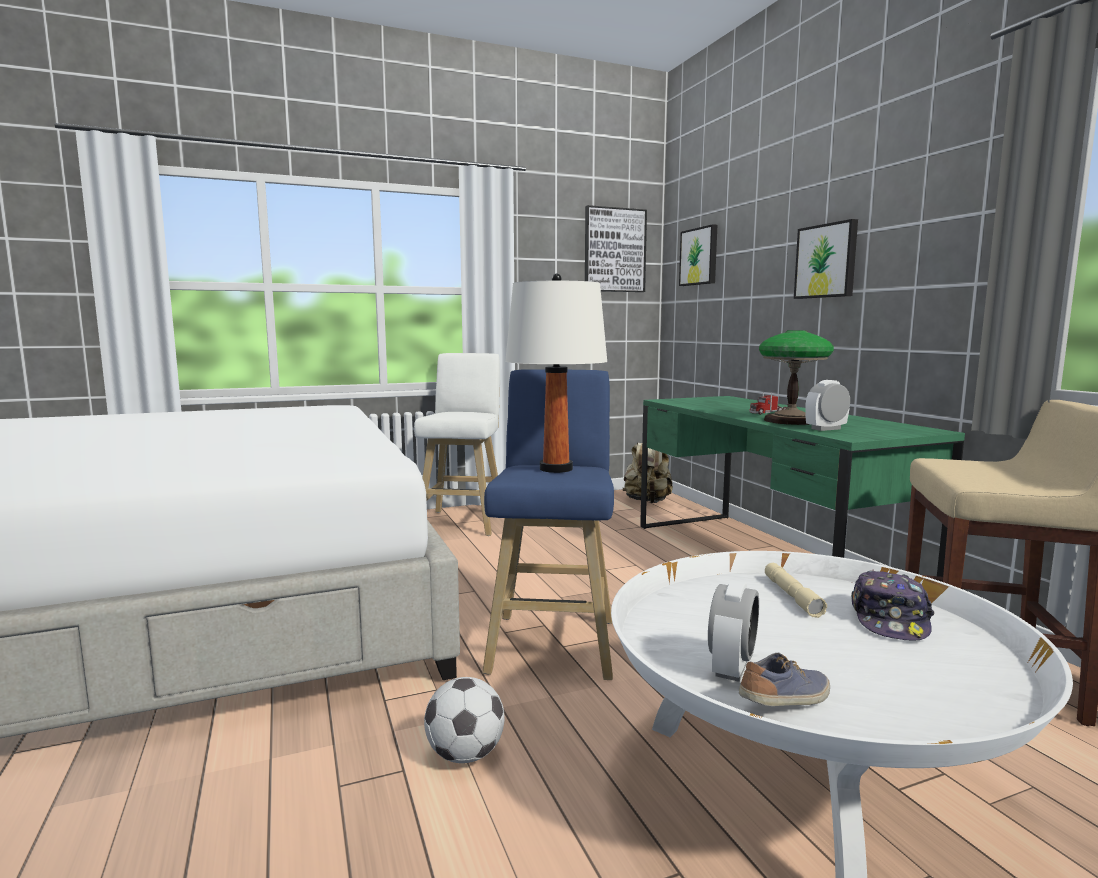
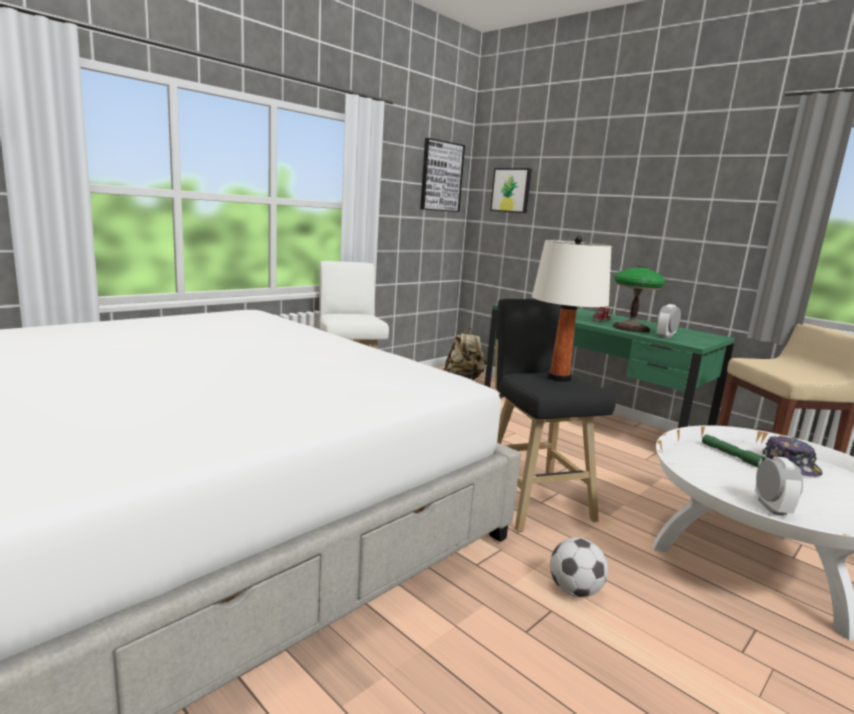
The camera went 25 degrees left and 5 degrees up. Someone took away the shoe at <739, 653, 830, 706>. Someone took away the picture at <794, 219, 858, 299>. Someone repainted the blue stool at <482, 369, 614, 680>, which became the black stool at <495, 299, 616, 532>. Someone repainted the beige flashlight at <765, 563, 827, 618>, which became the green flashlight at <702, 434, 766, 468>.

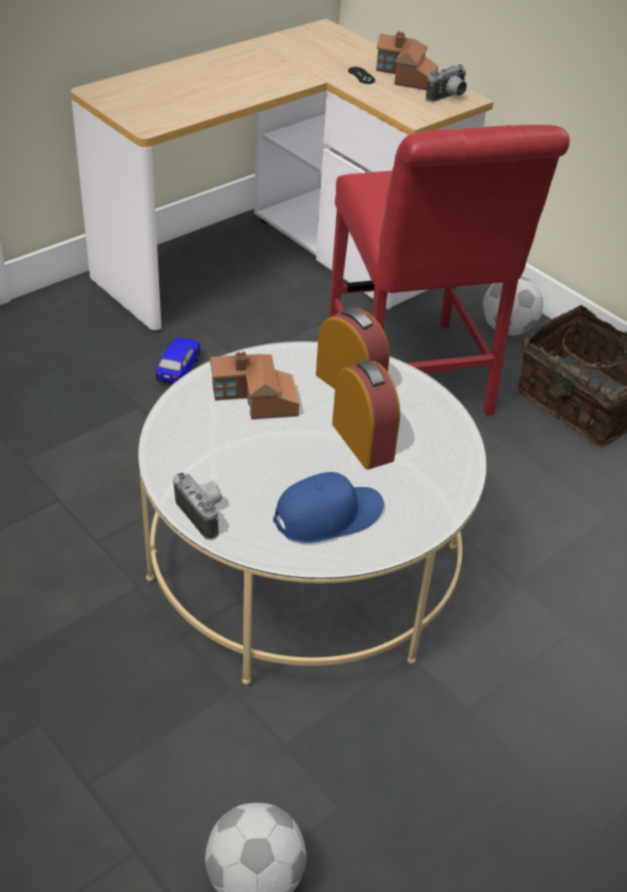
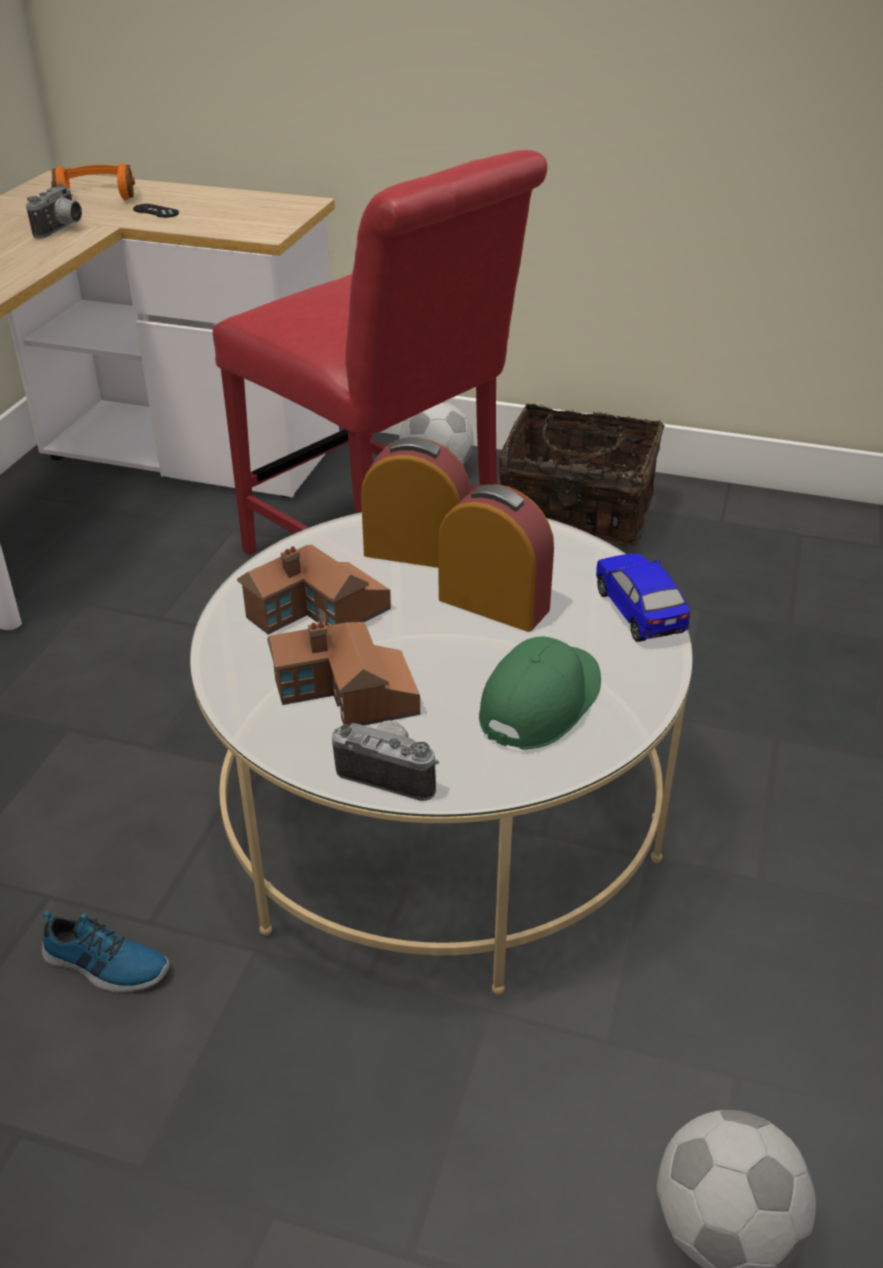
The camera went 30 degrees left and 5 degrees down. Someone put down the shoe at <42, 911, 169, 992>. Someone put down the orange headphones at <51, 163, 135, 200>. Someone carried the toy car from <156, 338, 200, 384> to <596, 553, 690, 642>. Someone carried the toy house from <376, 31, 438, 90> to <267, 621, 420, 726>. Someone carried the photo camera from <426, 64, 467, 102> to <26, 183, 82, 239>. Someone repainted the blue cap at <273, 472, 384, 543>, which became the green cap at <479, 636, 601, 749>.

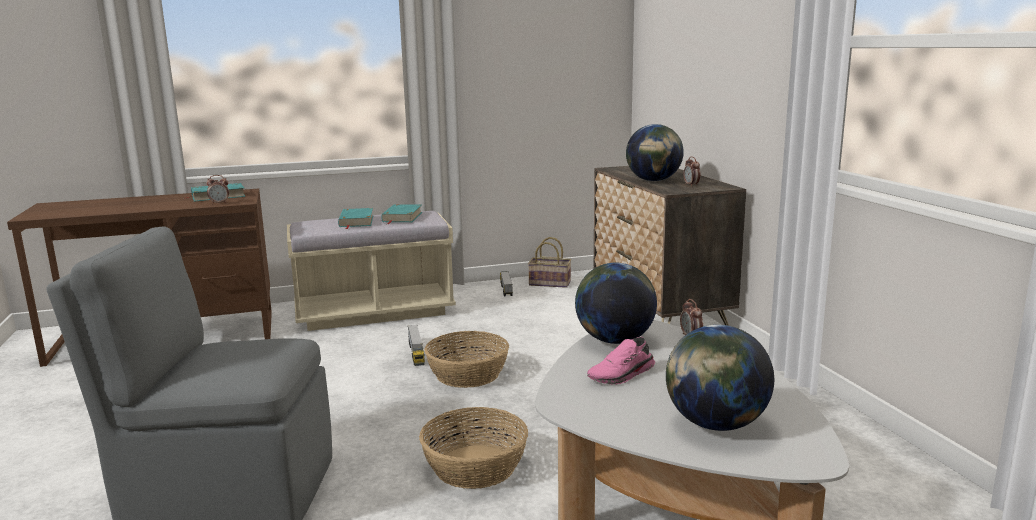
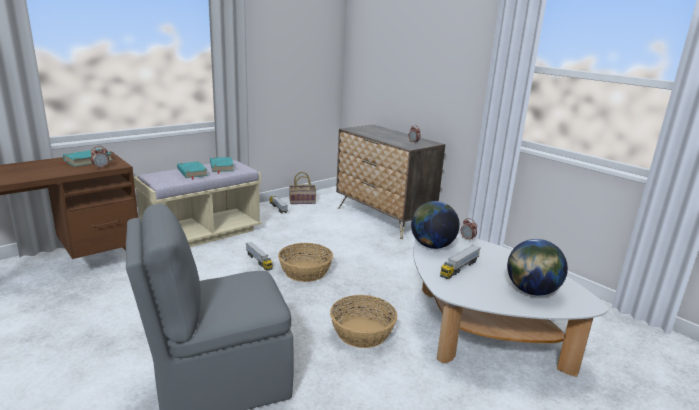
The camera went 25 degrees left and 5 degrees up. Someone took away the globe at <626, 124, 684, 181>. Someone swapped the pink shoe at <587, 337, 655, 385> for the toy truck at <440, 245, 481, 279>.

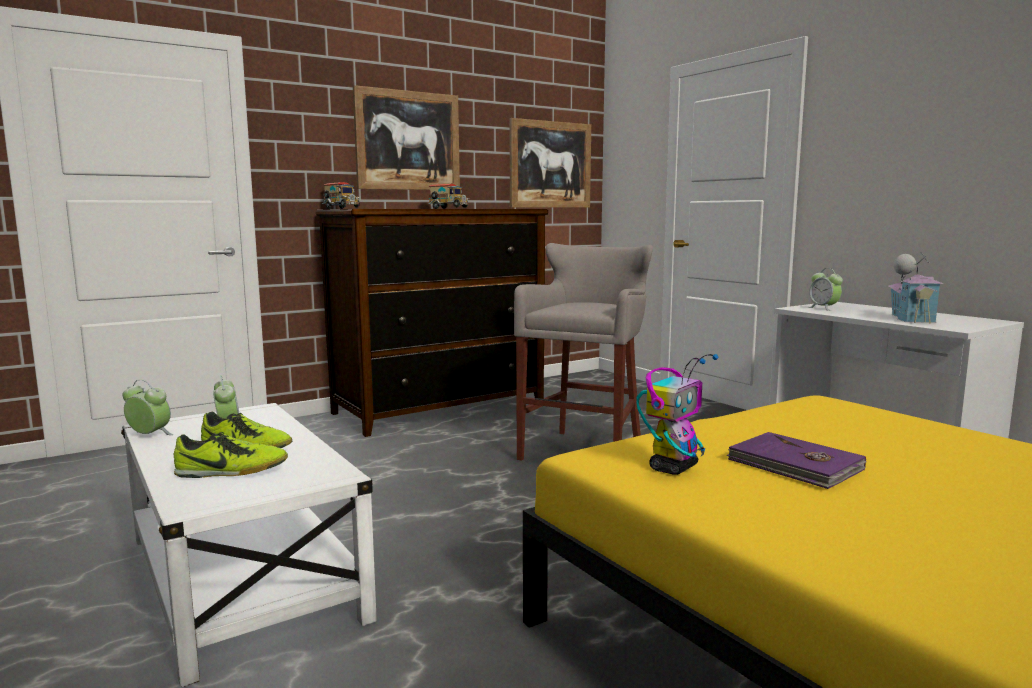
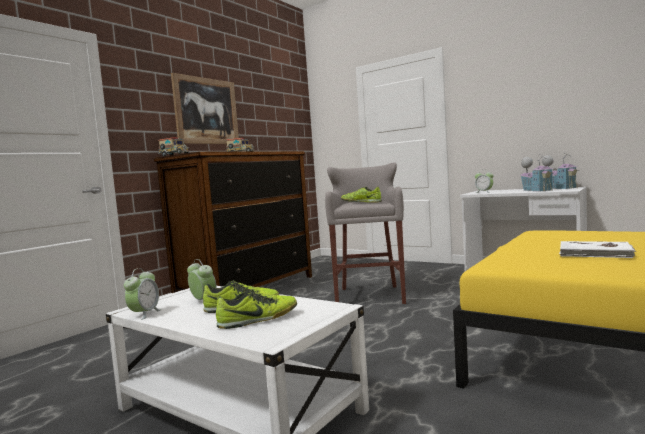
The camera went 20 degrees left and 5 degrees down. Someone took away the picture at <509, 118, 591, 208>. Someone took away the toy robot at <636, 354, 719, 475>. Someone put down the shoe at <341, 187, 382, 203>. Someone put down the toy house at <542, 152, 579, 189>. Someone repainted the purple book at <726, 432, 867, 489>, which became the white book at <559, 241, 636, 258>. Someone rotated the alarm clock at <122, 380, 174, 435> by 105 degrees clockwise.

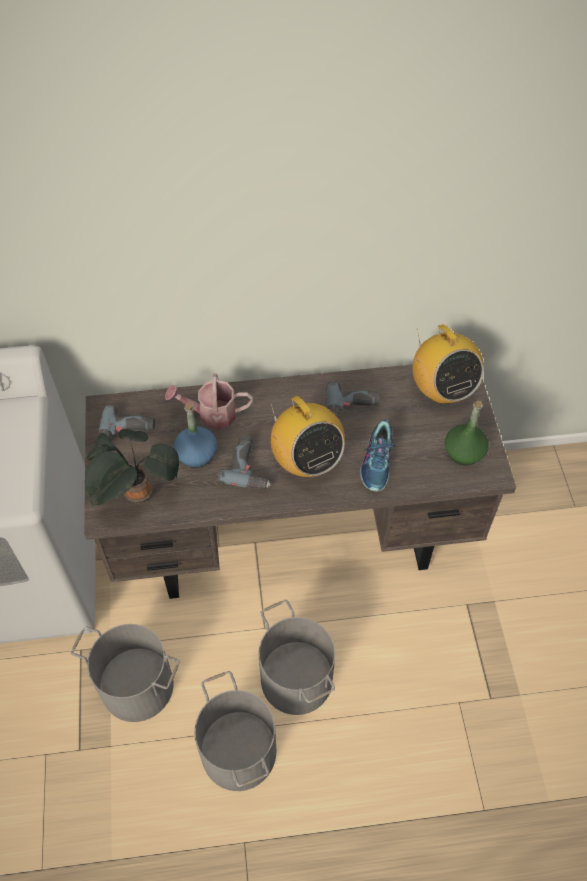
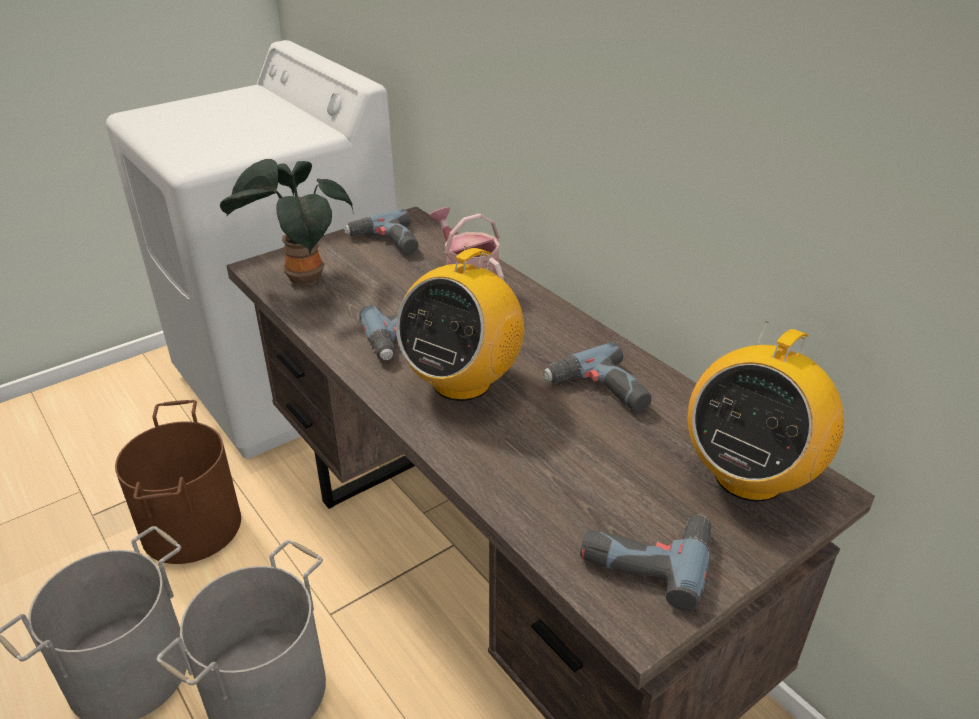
The camera went 60 degrees right and 20 degrees down. Someone took away the blue bottle at <174, 403, 217, 468>. Someone took away the shoe at <360, 419, 398, 492>. Someone swapped the green bottle at <445, 400, 489, 465> for the power drill at <580, 514, 712, 611>. Someone repainted the grey bucket at <71, 624, 180, 722>, which became the brown bucket at <115, 400, 241, 564>.

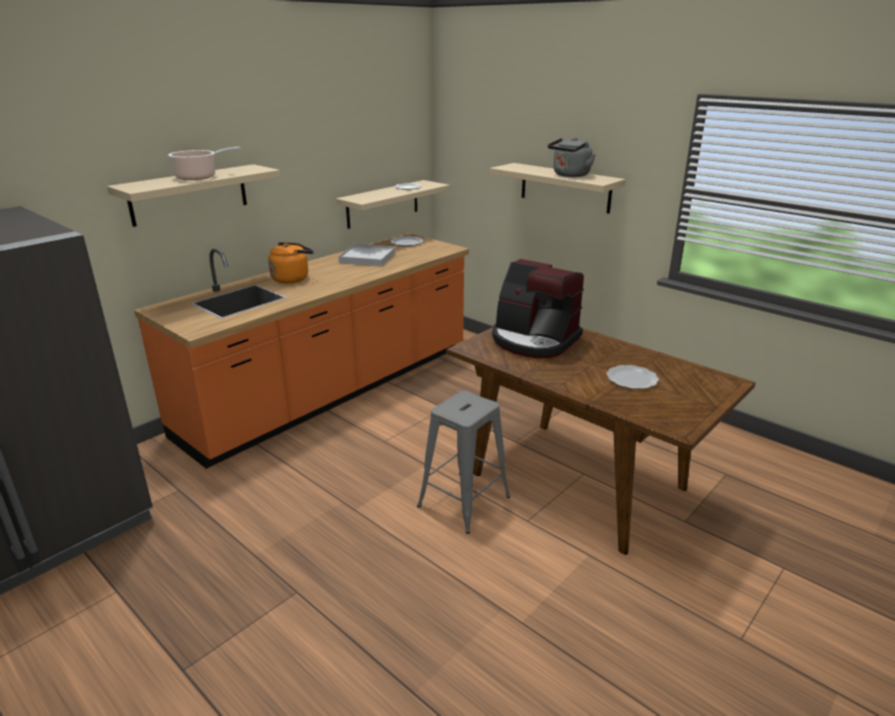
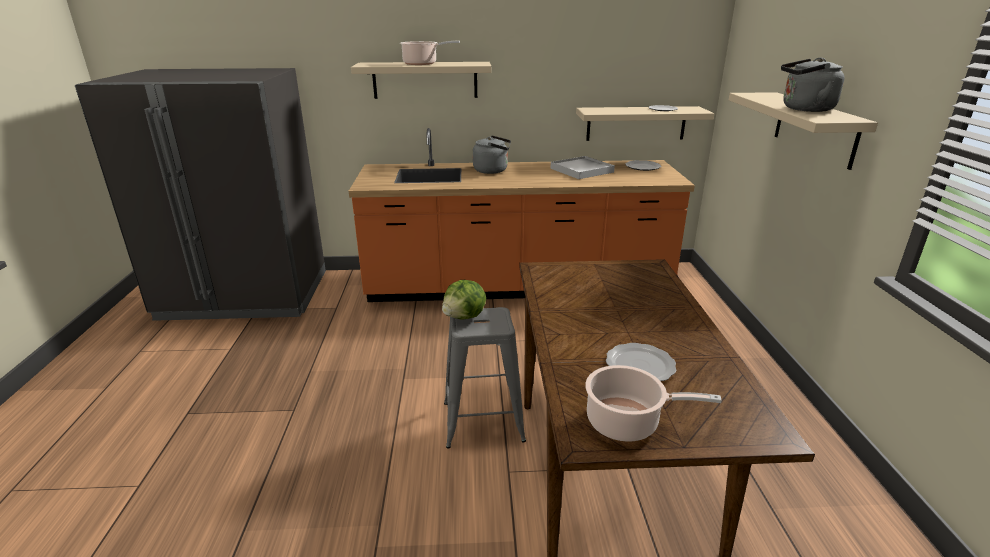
The camera went 45 degrees right and 0 degrees up. Someone took away the coffee machine at <492, 259, 584, 358>. Someone put down the lettuce at <442, 280, 486, 320>. Someone put down the cooking pot at <585, 365, 722, 442>. Someone repainted the orange kettle at <268, 242, 314, 284>, which became the grey kettle at <473, 136, 511, 174>.

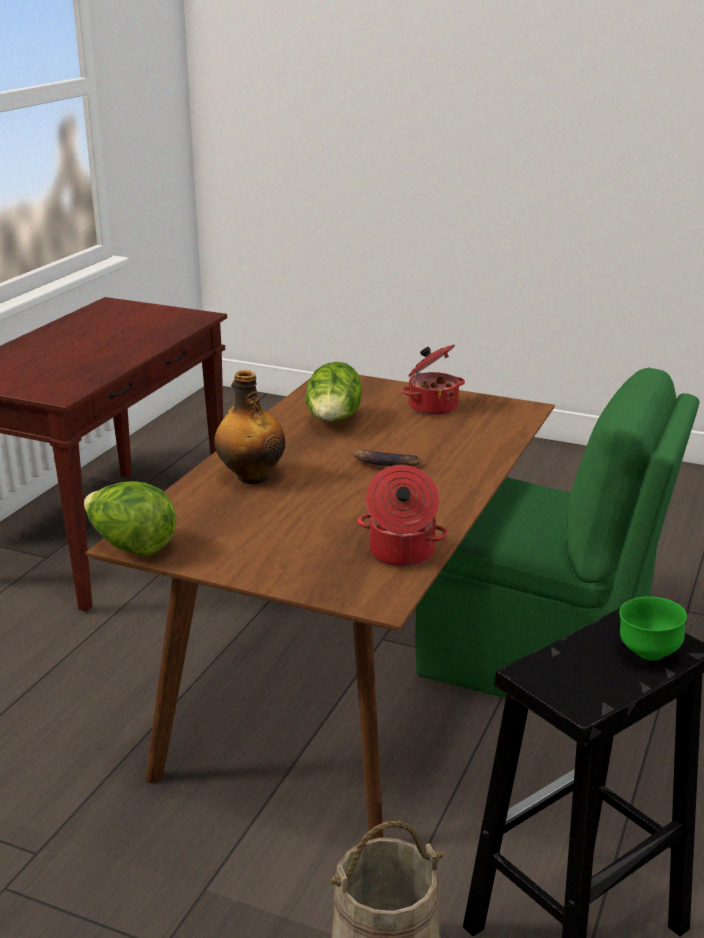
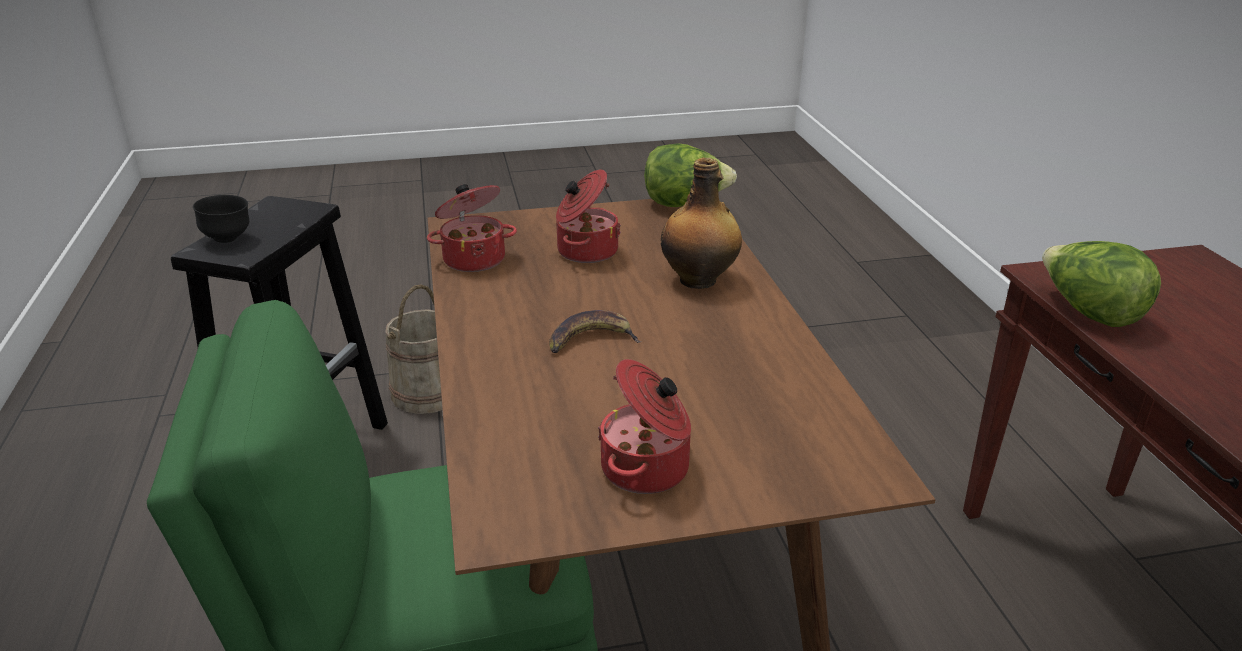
The camera went 145 degrees right and 5 degrees up. Someone put down the cooking pot at <556, 169, 621, 263>. Someone carried the lettuce from <305, 361, 362, 422> to <1042, 241, 1161, 327>. Someone repainted the green bowl at <619, 597, 687, 660>, which became the black bowl at <193, 195, 249, 243>.

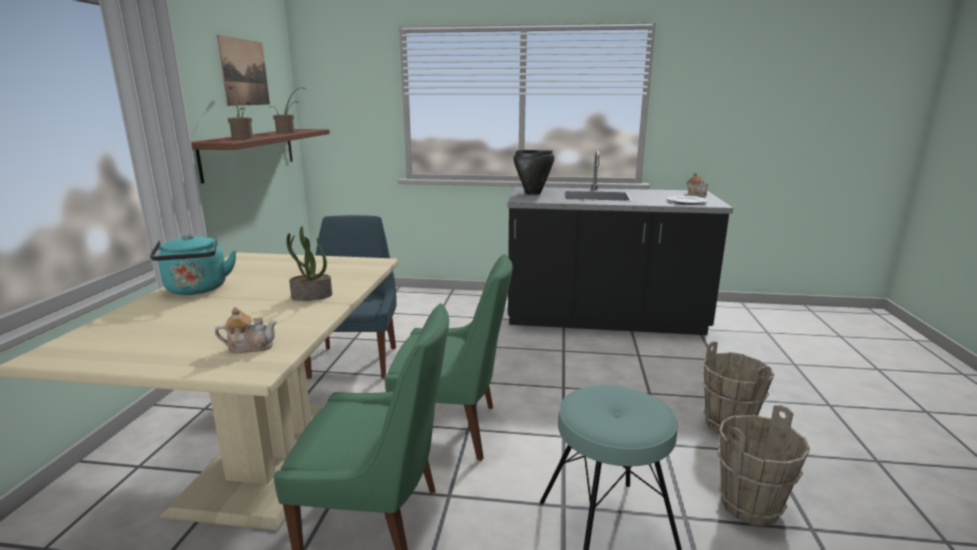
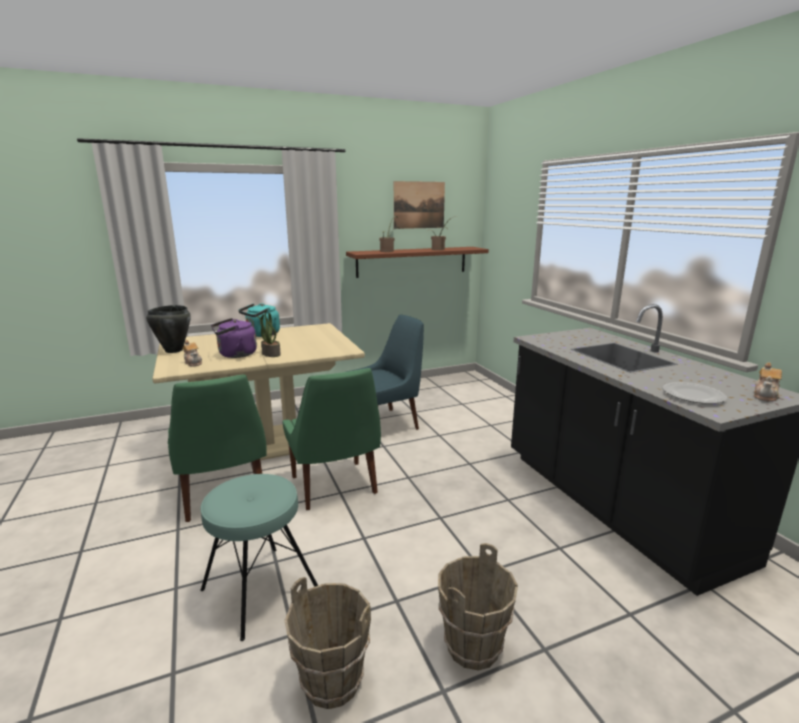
The camera went 60 degrees right and 0 degrees up. Someone put down the purple kettle at <211, 318, 257, 358>. Someone carried the black cooking pot from <513, 150, 555, 195> to <146, 305, 191, 353>.

